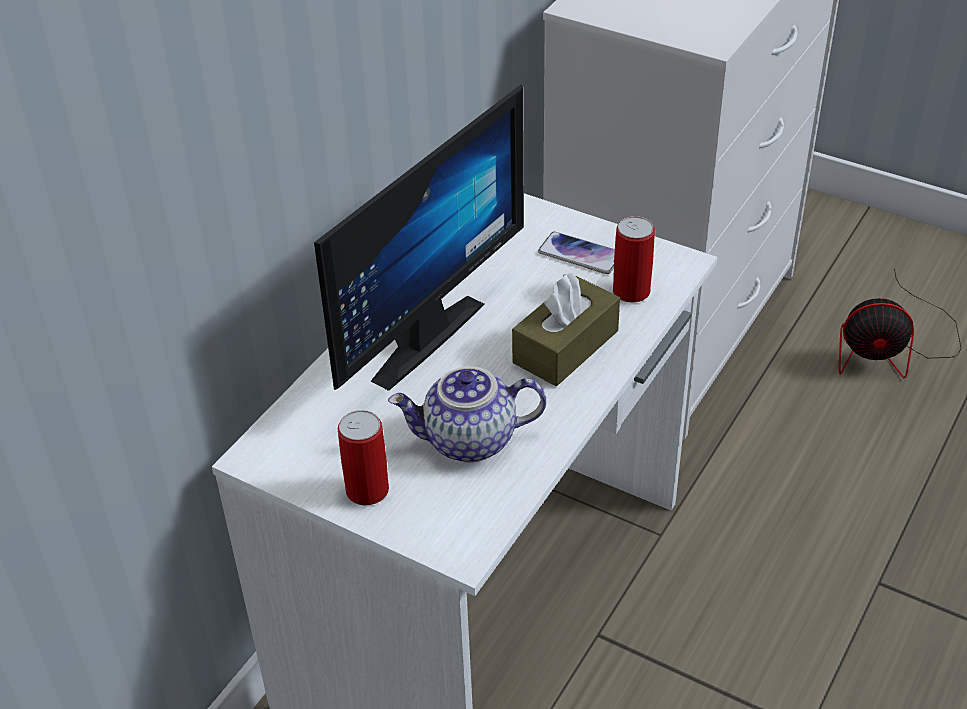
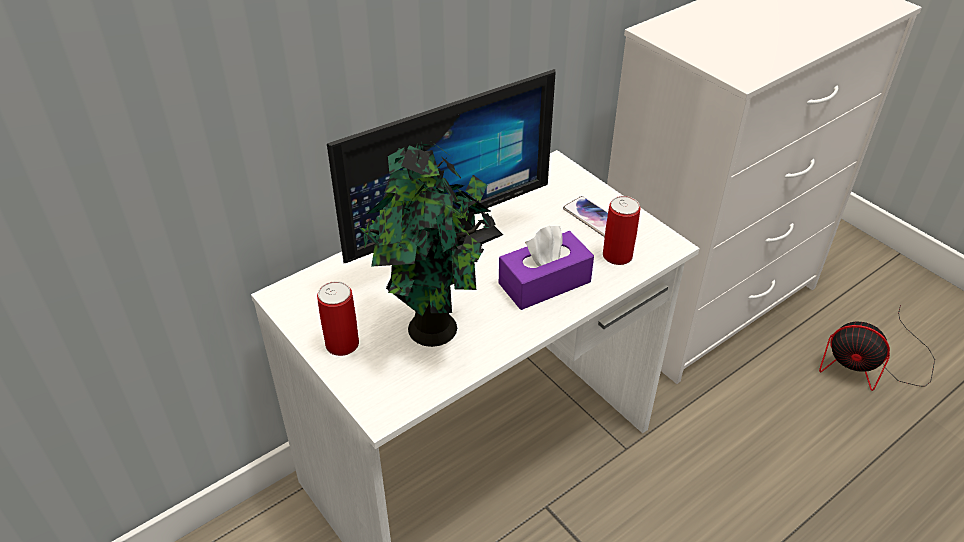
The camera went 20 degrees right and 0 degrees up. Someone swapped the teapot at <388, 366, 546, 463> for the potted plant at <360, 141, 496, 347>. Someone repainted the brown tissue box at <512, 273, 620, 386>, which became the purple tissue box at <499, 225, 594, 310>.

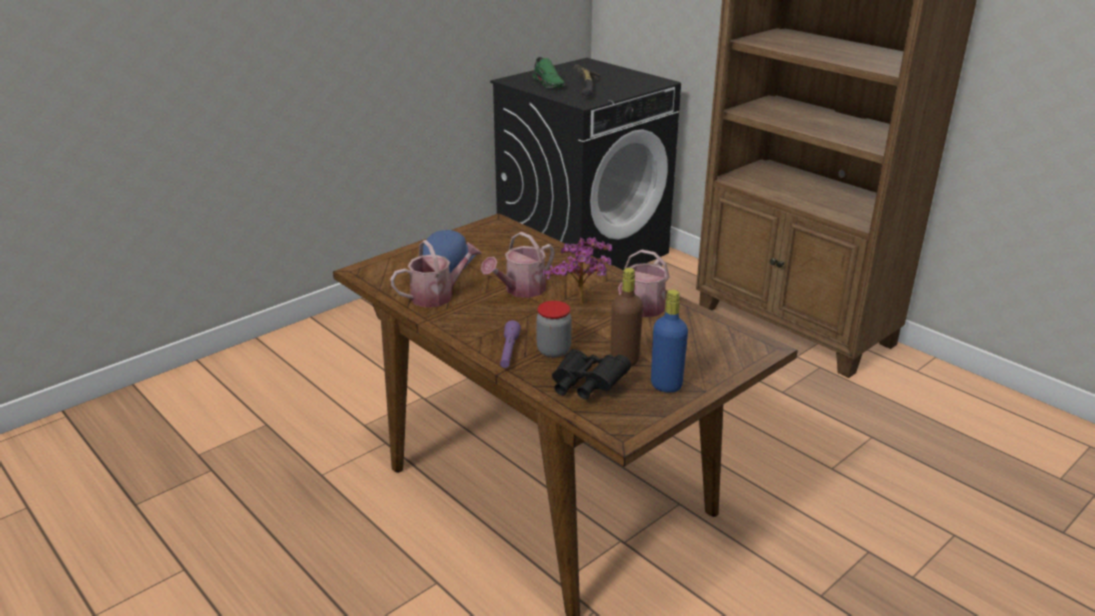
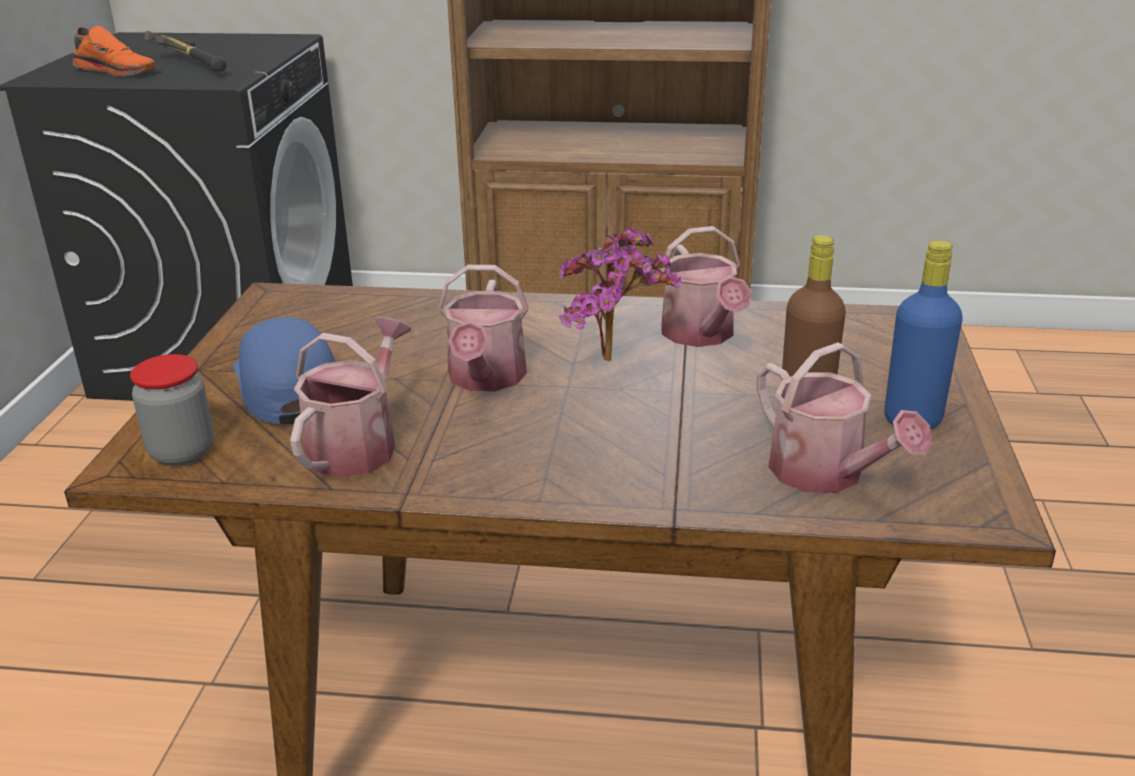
The camera went 40 degrees left and 0 degrees up. Someone took away the purple flashlight at <500, 320, 521, 368>. Someone carried the jar from <536, 301, 572, 358> to <130, 354, 214, 466>. Someone swapped the black binoculars at <552, 349, 631, 399> for the watering can at <757, 342, 932, 493>. Someone repainted the green shoe at <533, 57, 565, 88>, which became the orange shoe at <72, 26, 156, 77>.

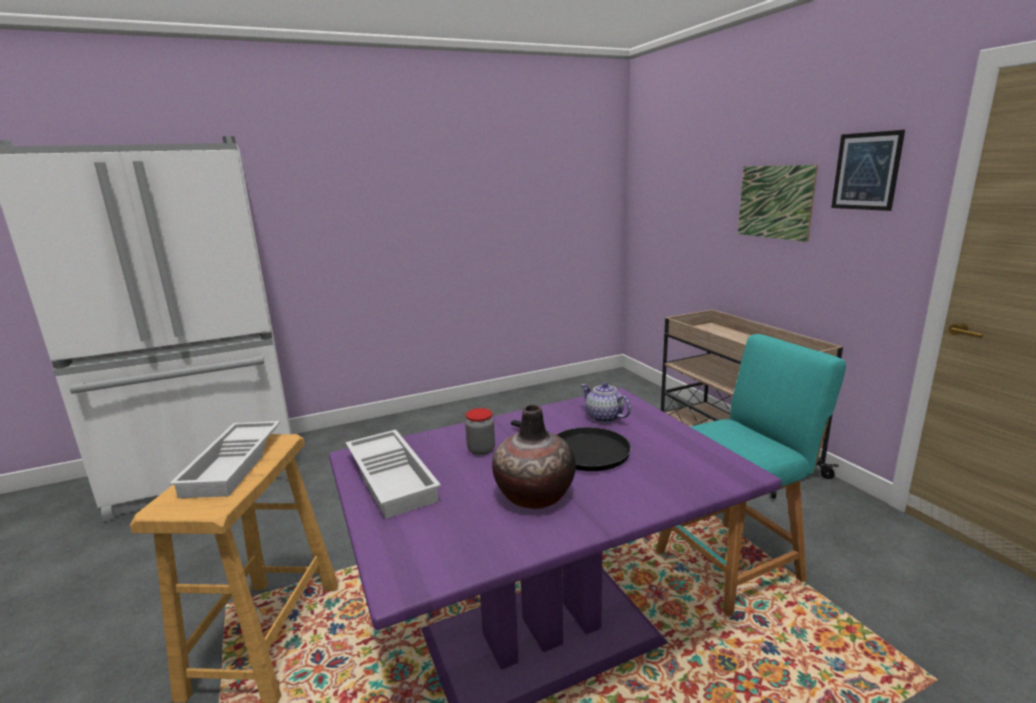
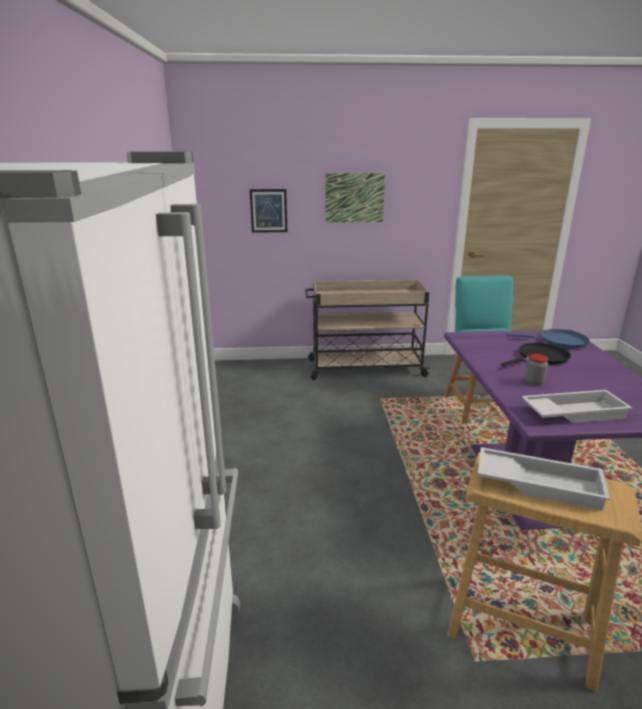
The camera went 70 degrees left and 5 degrees up. Someone took away the vase at <492, 405, 576, 509>. Someone took away the teapot at <581, 382, 631, 423>. Someone put down the blue frying pan at <506, 329, 590, 349>. Someone carried the picture from <831, 130, 905, 211> to <250, 189, 287, 233>.

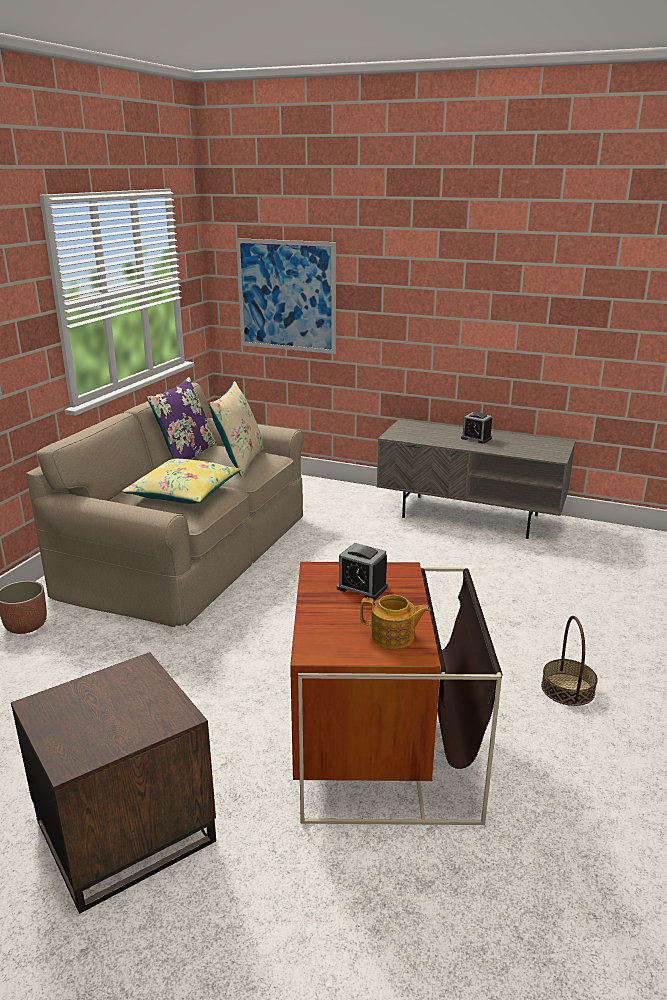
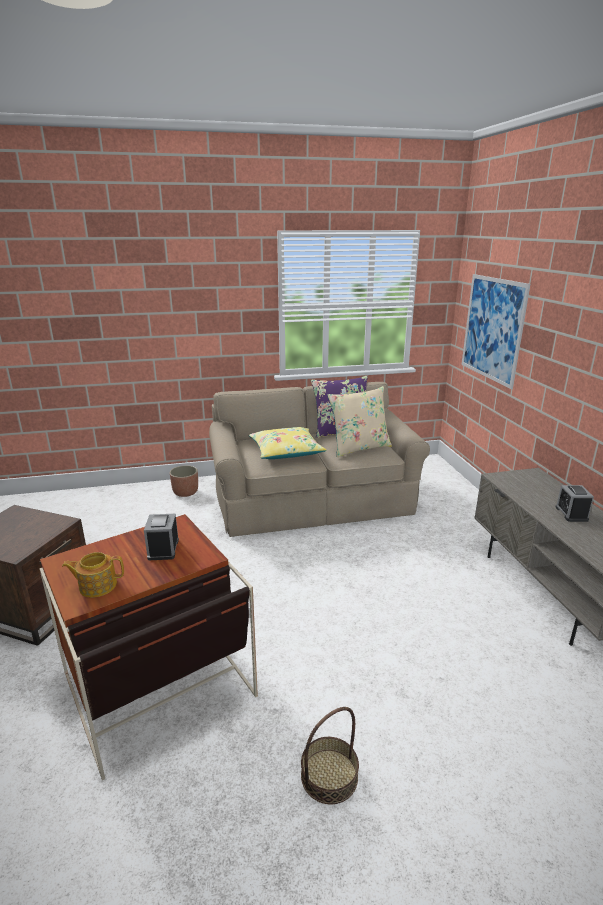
The camera went 55 degrees right and 0 degrees up. Someone rotated the teapot at <360, 595, 431, 649> by 105 degrees clockwise.

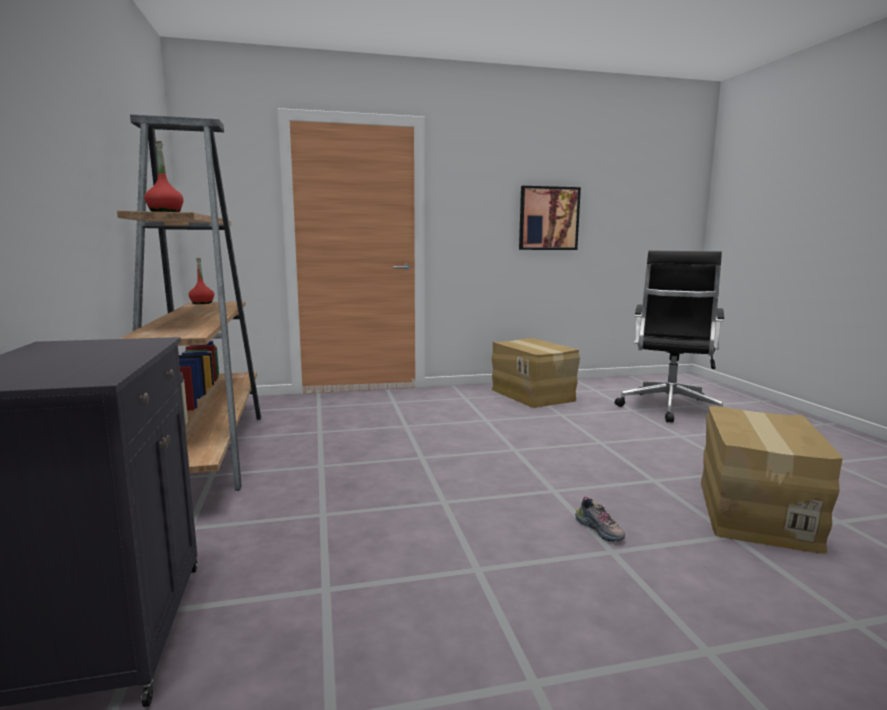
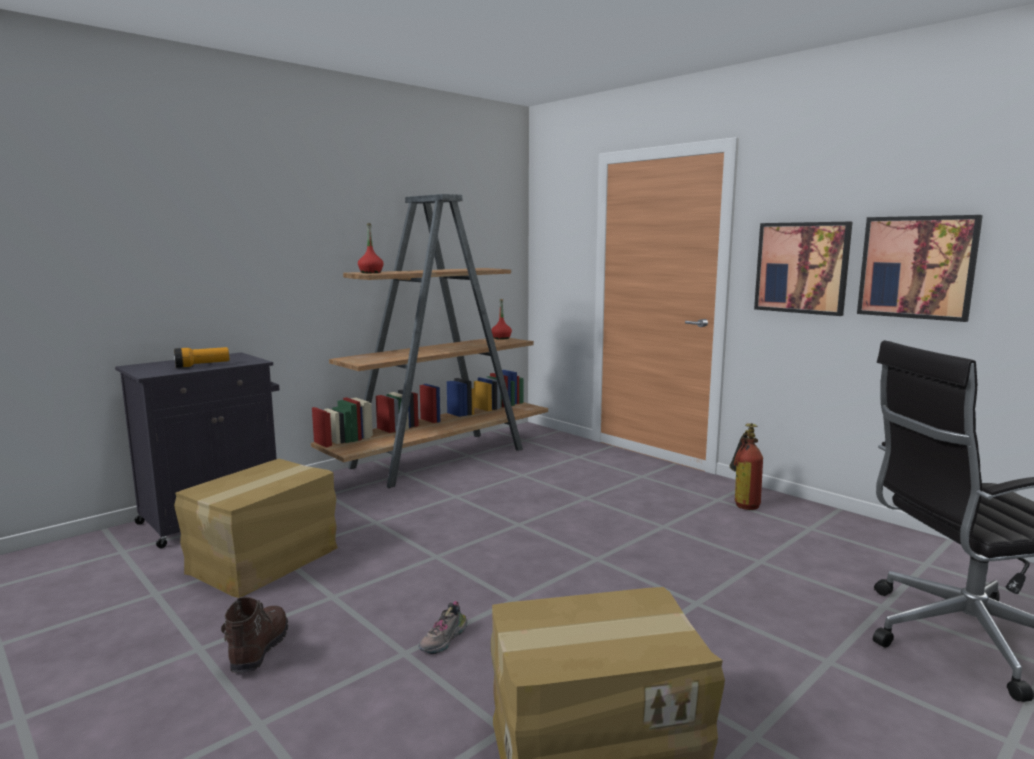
The camera went 60 degrees right and 0 degrees up. Someone put down the flashlight at <174, 347, 229, 368>. Someone put down the brown boot at <221, 597, 288, 673>. Someone put down the fire extinguisher at <730, 423, 763, 510>. Someone put up the picture at <754, 222, 852, 316>. Someone carried the cardboard box from <492, 338, 580, 408> to <174, 459, 338, 598>.

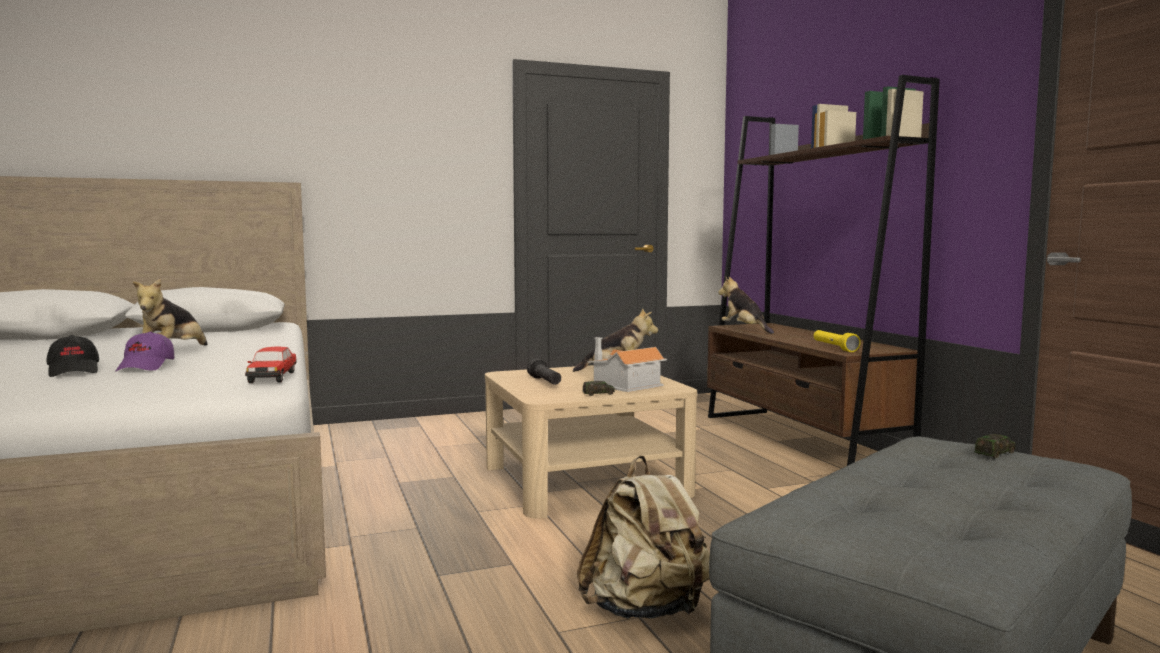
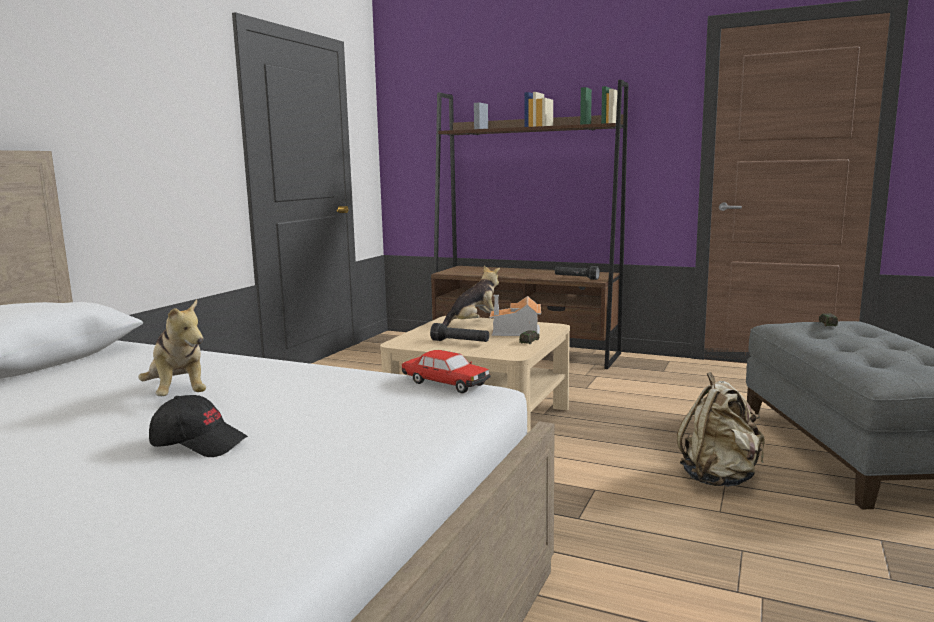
The camera went 45 degrees left and 5 degrees up. Someone took away the purple cap at <116, 332, 174, 371>. Someone took away the plush toy at <718, 277, 774, 334>. Someone repainted the yellow flashlight at <814, 330, 861, 352>, which became the black flashlight at <555, 266, 600, 280>.

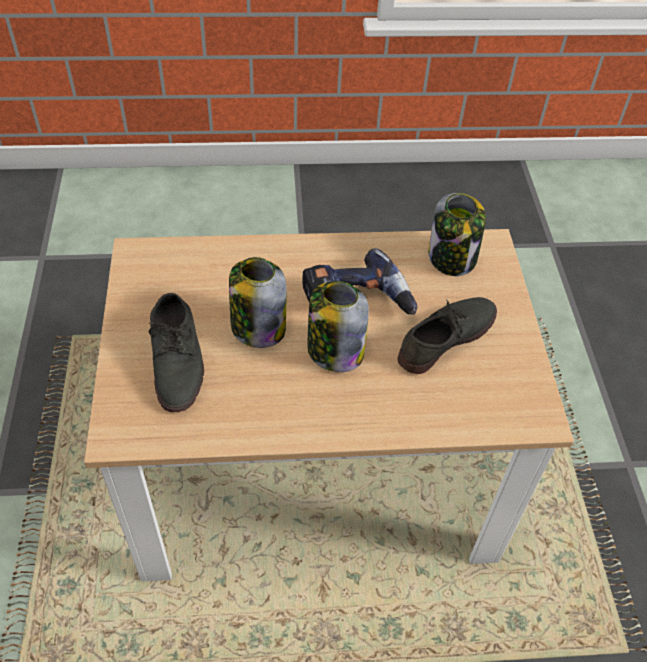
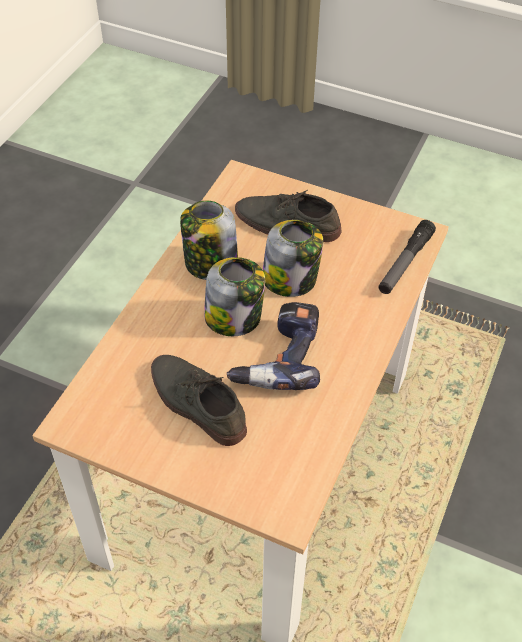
The camera went 120 degrees right and 0 degrees up. Someone put down the flashlight at <379, 220, 436, 294>. Someone carried the jar from <429, 193, 486, 276> to <180, 201, 238, 280>. Someone rotated the grey shoe at <397, 297, 497, 374> by 150 degrees clockwise.

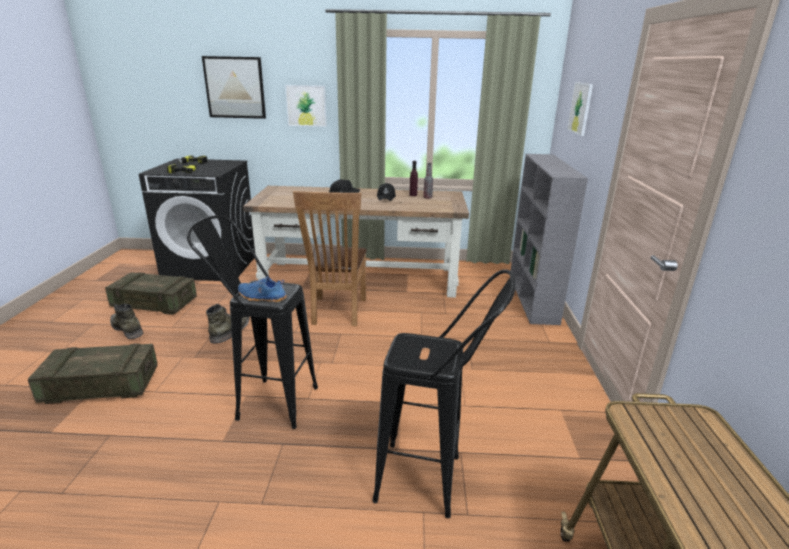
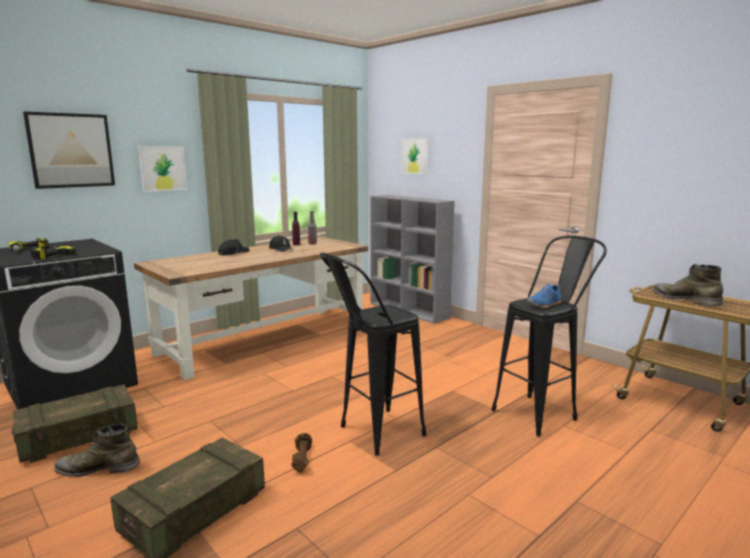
The camera went 45 degrees left and 10 degrees down. Someone took away the brown chair at <293, 191, 367, 326>. Someone put down the brown dumbbell at <292, 433, 312, 473>. Someone carried the green boot from <206, 304, 249, 344> to <652, 264, 723, 306>. Someone carried the blue shoe from <238, 276, 287, 303> to <527, 283, 561, 308>.

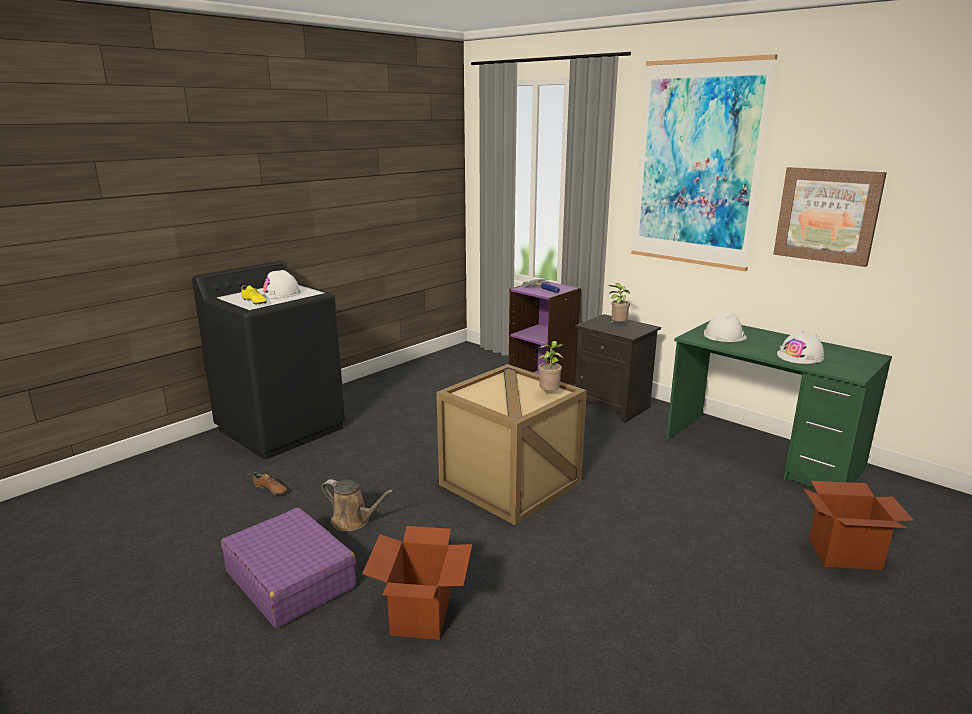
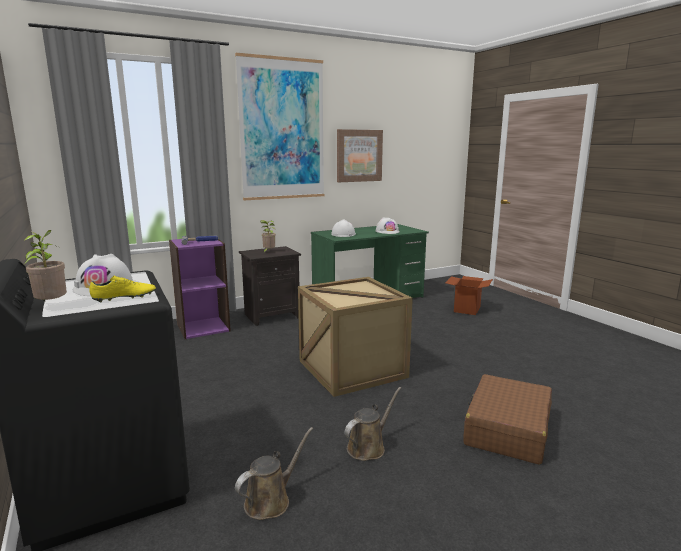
The camera went 70 degrees left and 5 degrees down. Someone took away the purple suitcase at <221, 508, 356, 628>. Someone carried the potted plant from <538, 341, 563, 391> to <24, 230, 67, 301>. Someone swapped the brown shoe at <253, 472, 287, 495> for the brown watering can at <235, 427, 313, 520>. Someone swapped the cardboard box at <362, 526, 472, 640> for the brown suitcase at <463, 374, 552, 465>.

